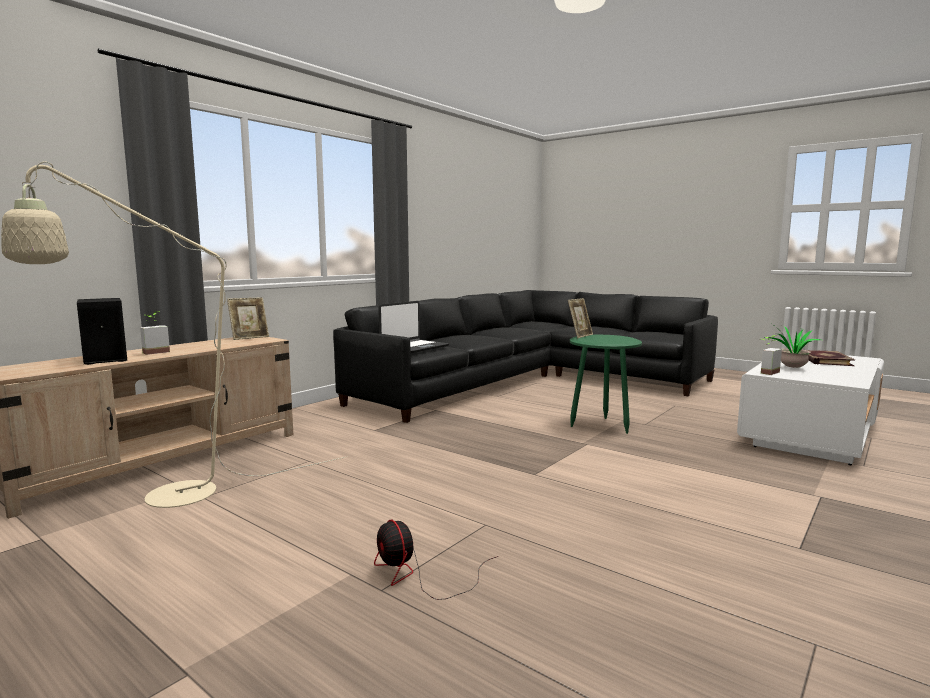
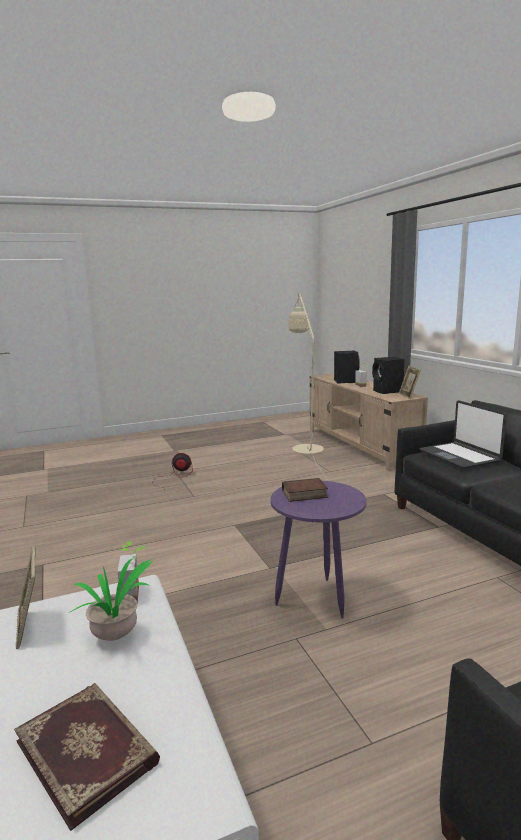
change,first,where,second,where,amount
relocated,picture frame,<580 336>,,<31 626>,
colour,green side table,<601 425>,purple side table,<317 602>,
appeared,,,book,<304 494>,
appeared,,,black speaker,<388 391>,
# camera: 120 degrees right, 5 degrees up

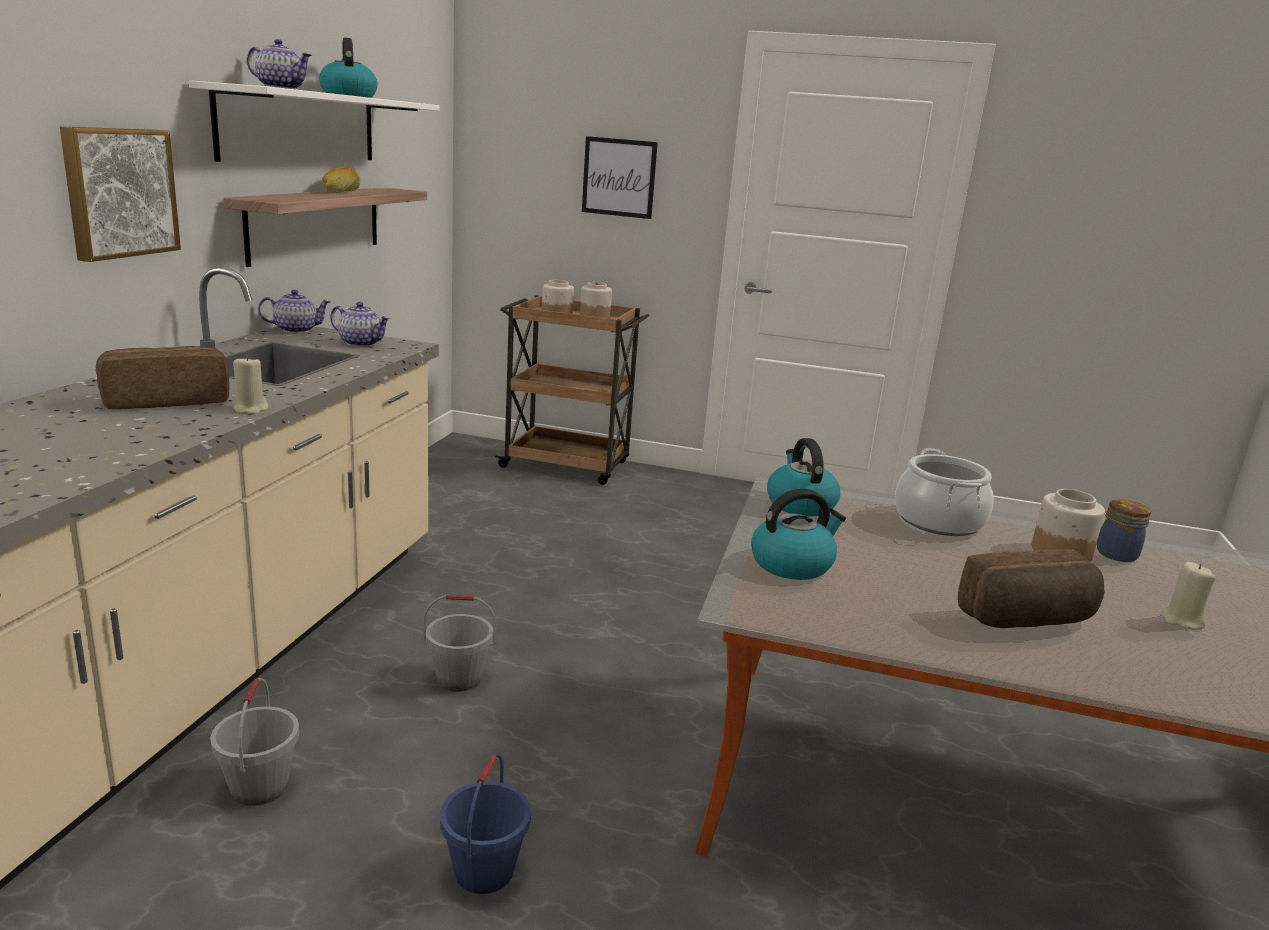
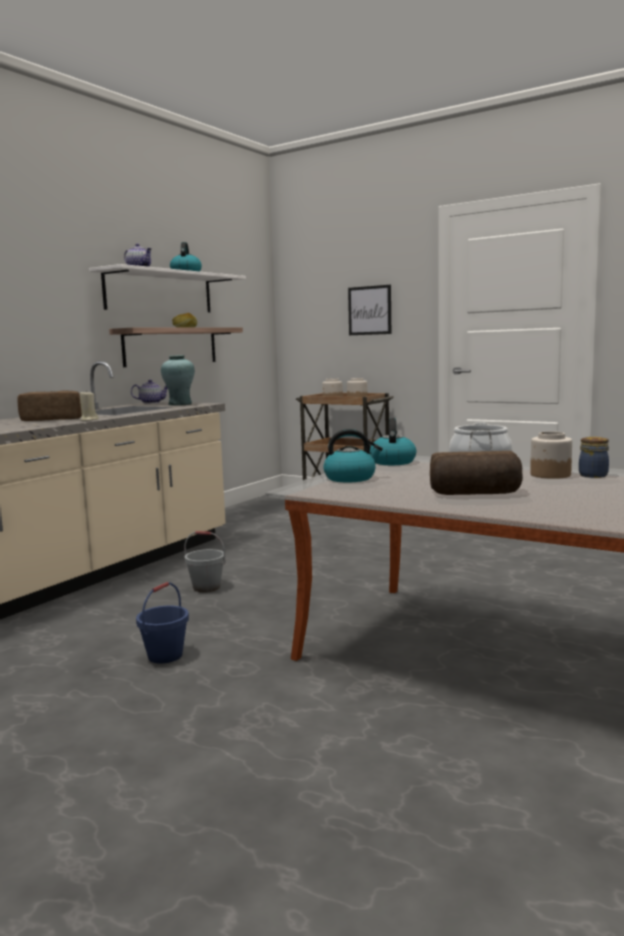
change,first,where,second,where,amount
exchanged,teapot,<361 343>,turquoise vase,<180 404>,
missing,picture,<119 192>,,,
missing,grey bucket,<259 787>,,,
missing,beige candle,<1181 621>,,,
# camera: 20 degrees right, 10 degrees down

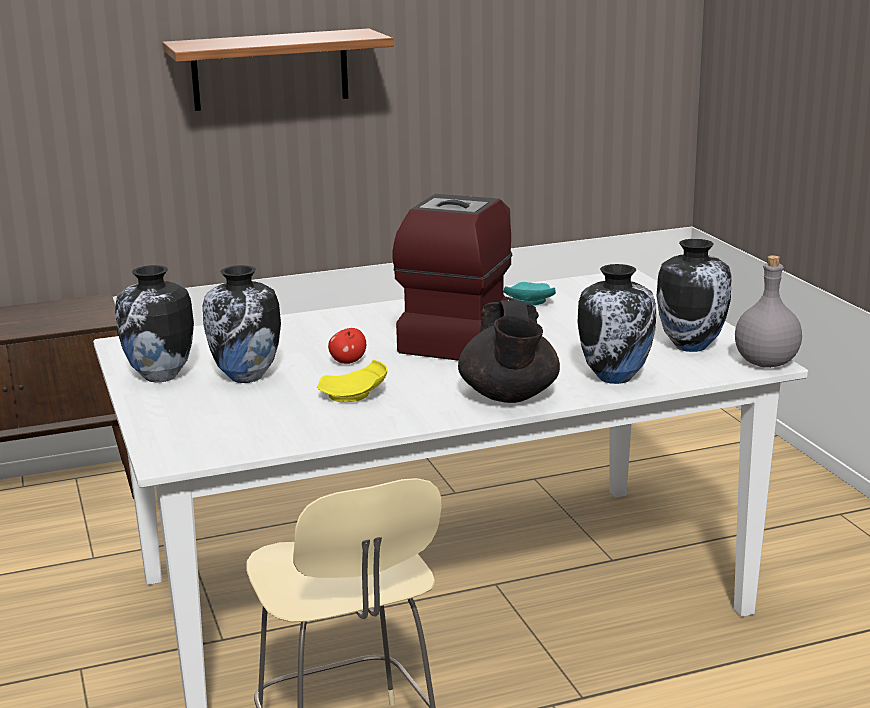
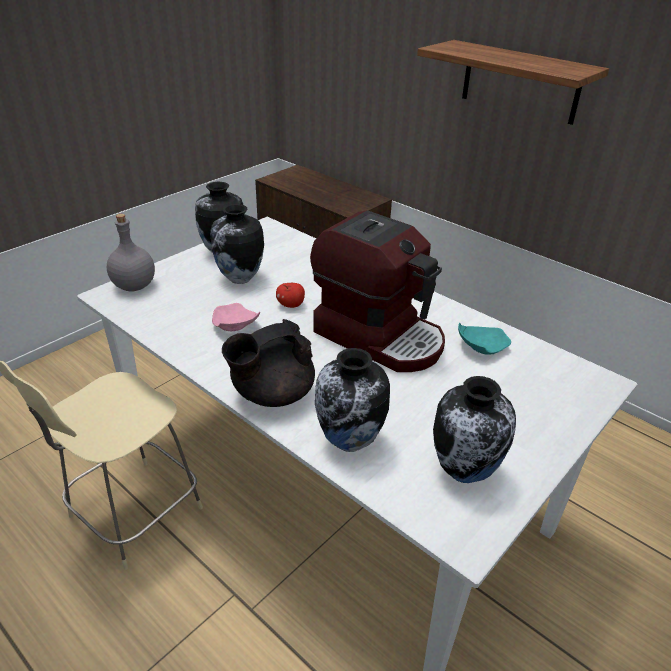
change,first,where,second,where,amount
relocated,grey bottle,<764 363>,,<134 286>,
colour,yellow plate,<354 395>,pink plate,<234 326>,
spun,coffee machine,<462 335>,,<380 336>,45 degrees clockwise
# camera: 60 degrees right, 15 degrees up

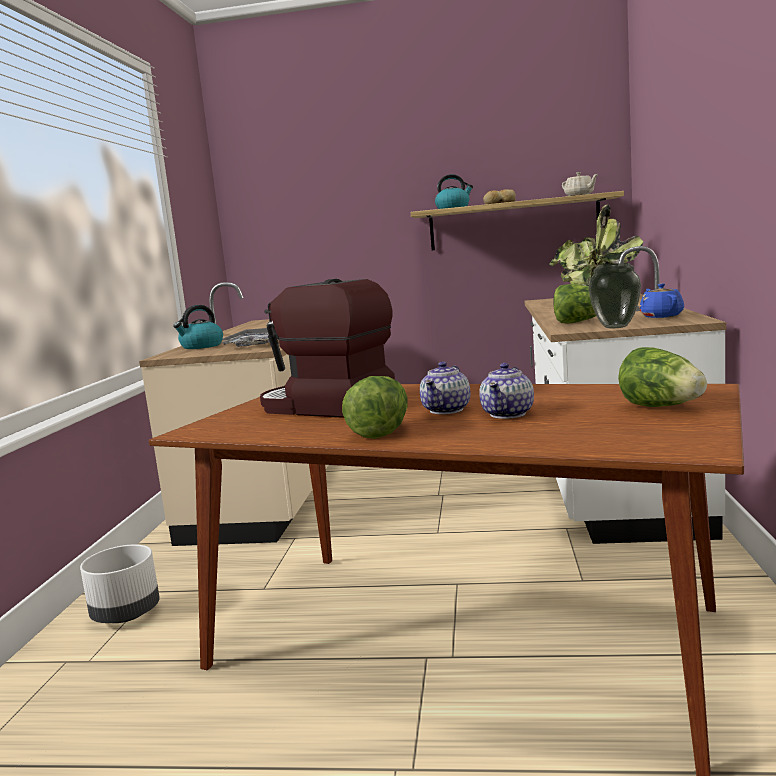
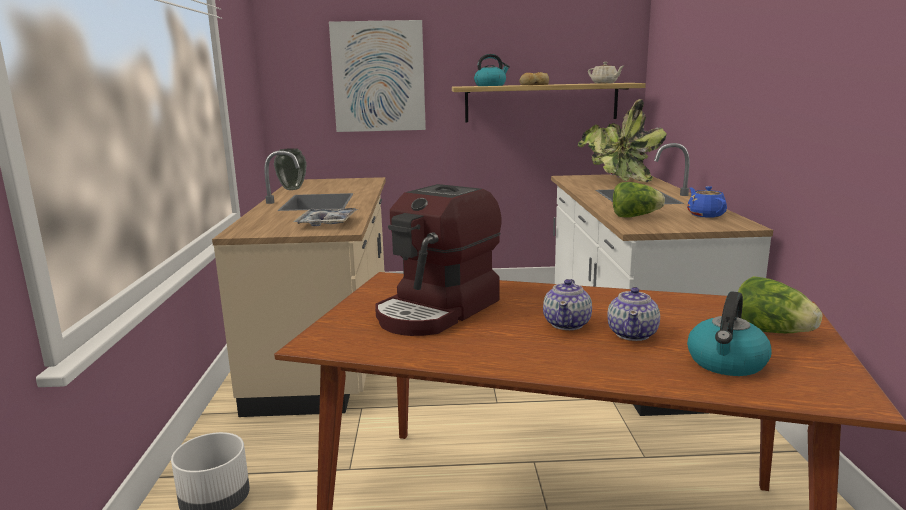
change,first,where,second,where,amount
relocated,vase,<615 327>,,<292 189>,
appeared,,,picture,<378 77>,
spun,coffee machine,<325 406>,,<438 311>,75 degrees counterclockwise
relocated,kettle,<201 346>,,<726 363>,
missing,lettuce,<381 432>,,,
# camera: 10 degrees left, 5 degrees up

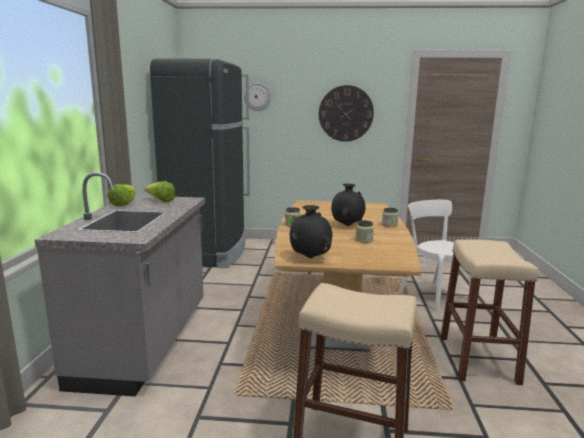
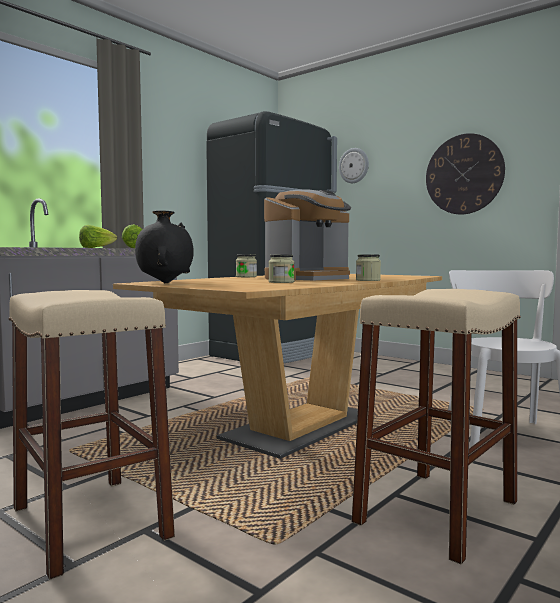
change,first,where,second,where,amount
exchanged,black vase,<347 225>,coffee machine,<308 278>,
# camera: 35 degrees right, 10 degrees down

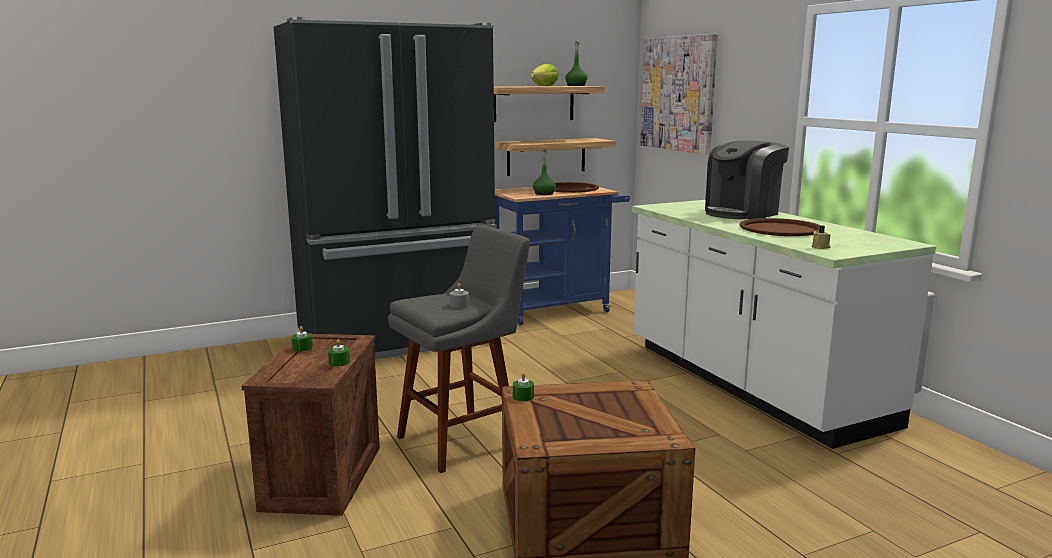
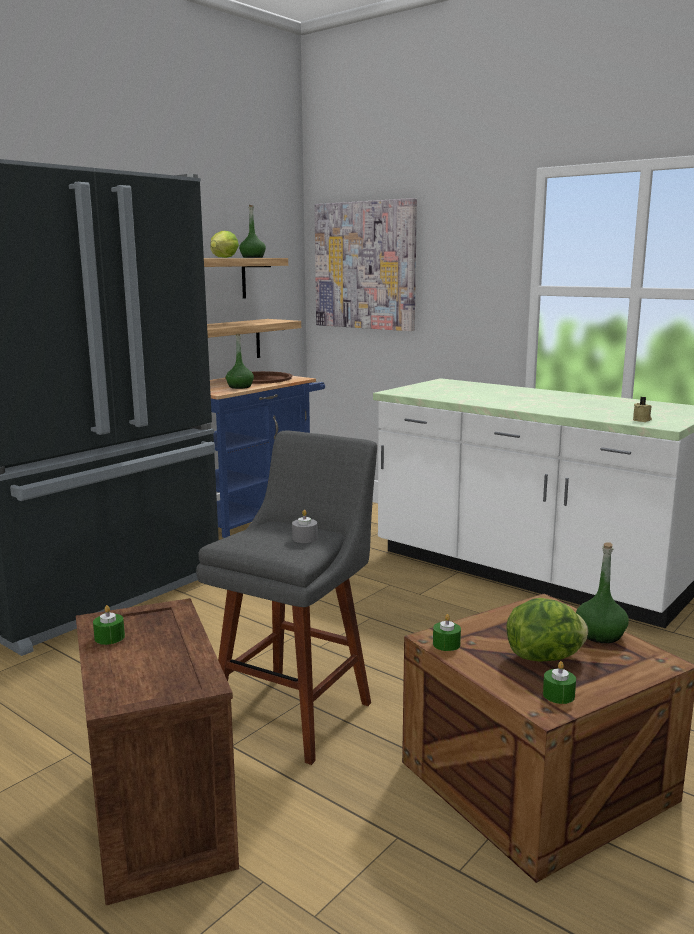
change,first,where,second,where,amount
appeared,,,lettuce,<545 658>,
relocated,green candle,<339 362>,,<558 695>,
appeared,,,green bottle,<600 635>,
missing,coffee machine,<742 213>,,,
missing,brown tray,<780 229>,,,
# camera: 25 degrees left, 0 degrees up

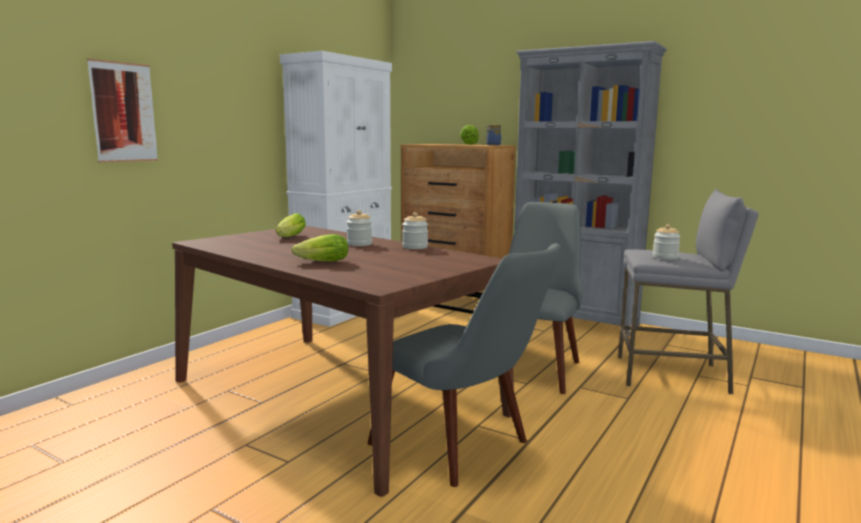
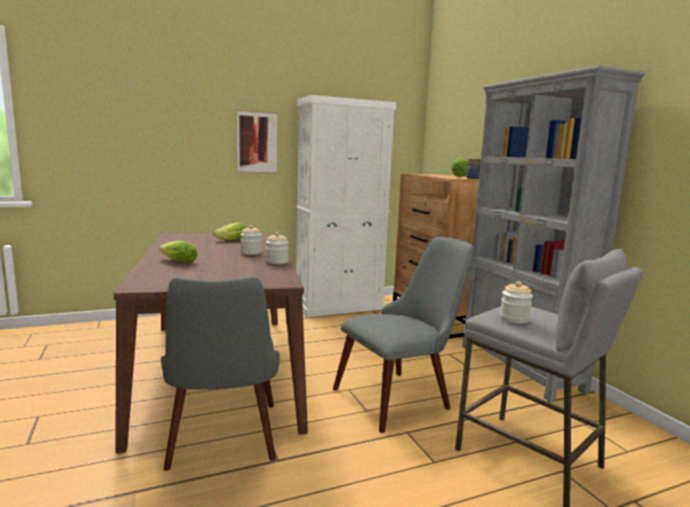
change,first,where,second,where,amount
relocated,picture,<123 112>,,<257 142>,
# camera: 35 degrees right, 0 degrees up

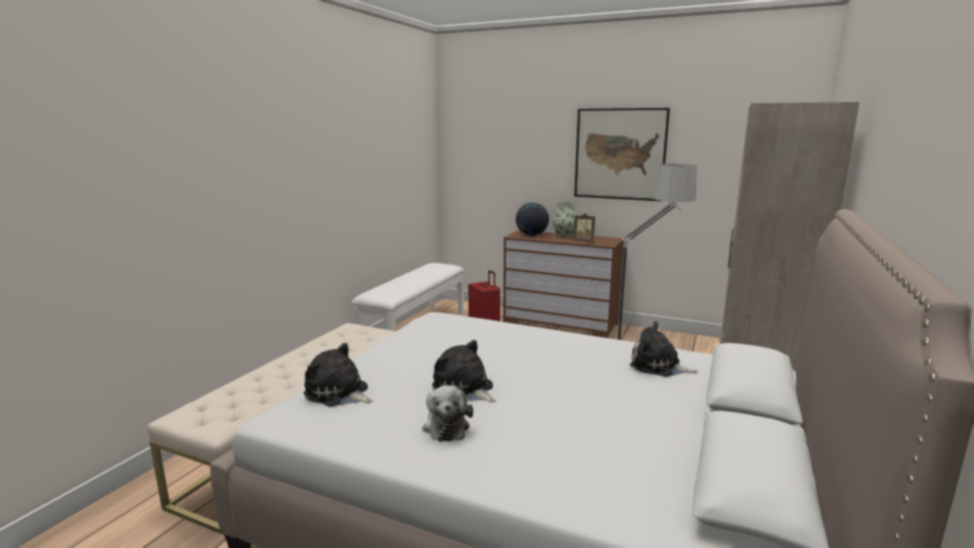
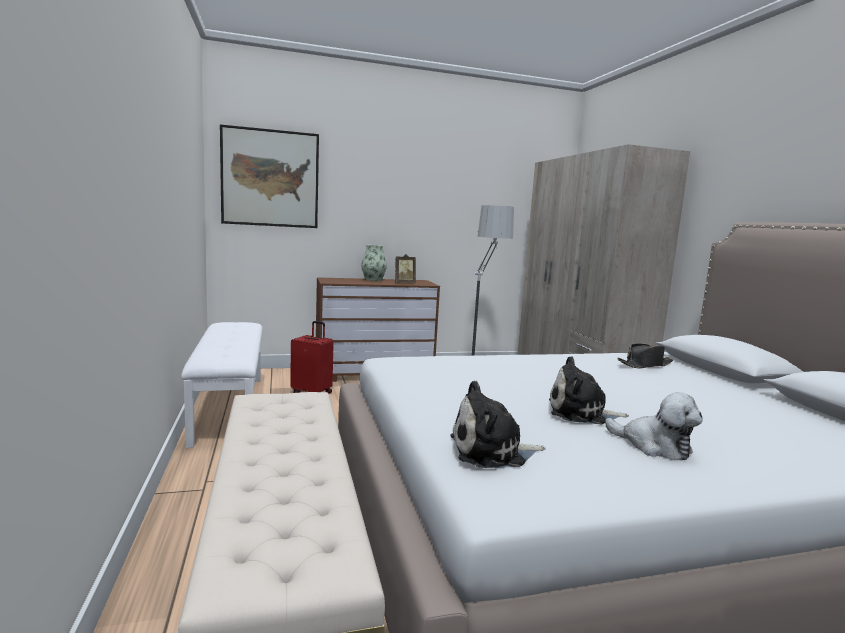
change,first,where,second,where,amount
relocated,picture,<620 154>,,<270 178>,
exchanged,plush toy,<658 366>,black hat,<645 365>,
missing,globe,<531 235>,,,
# camera: 40 degrees left, 5 degrees down

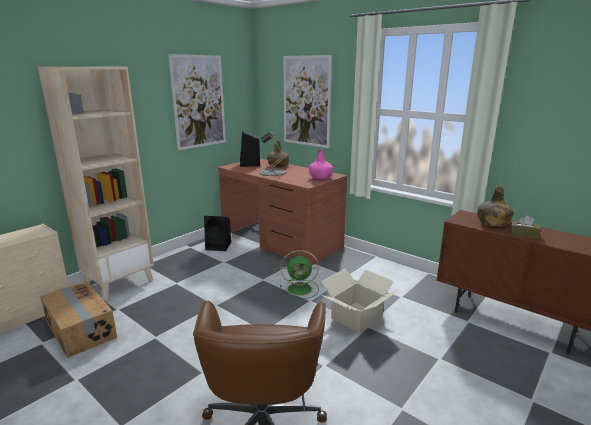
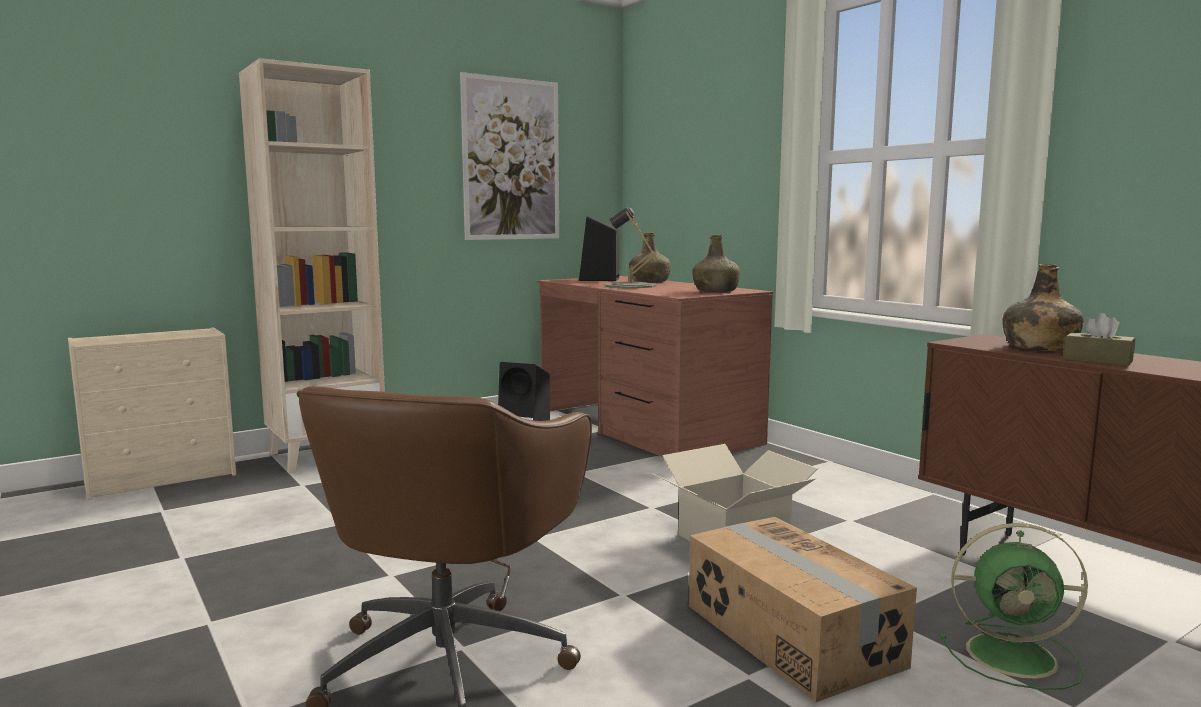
change,first,where,second,where,amount
relocated,cardboard box,<80 330>,,<790 636>,
colour,pink bottle,<320 177>,green bottle,<716 291>,
relocated,green fan,<300 289>,,<1015 656>,
missing,picture,<306 101>,,,
# camera: 15 degrees right, 10 degrees down

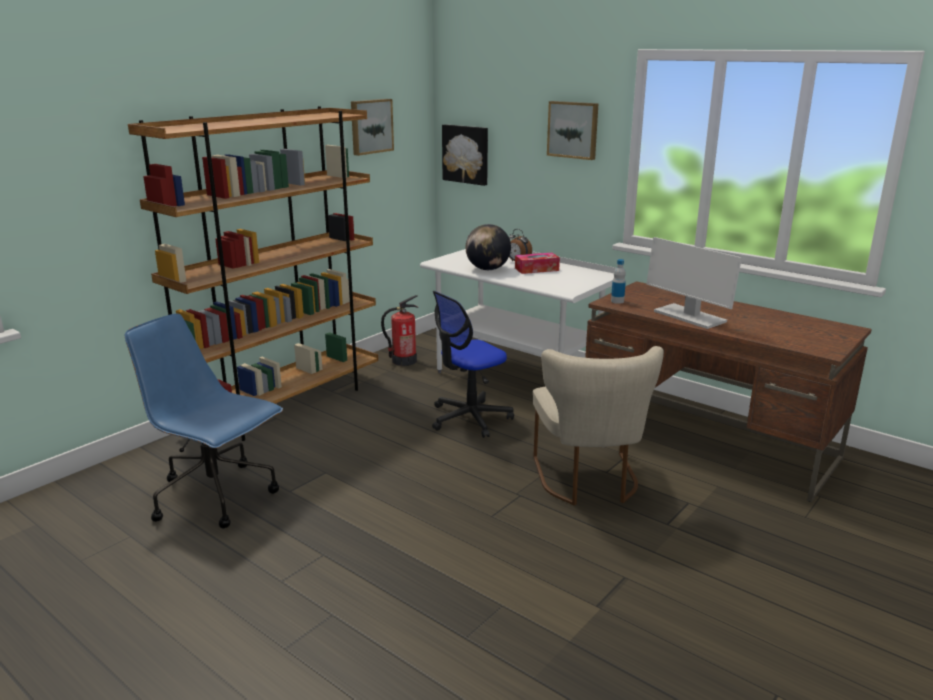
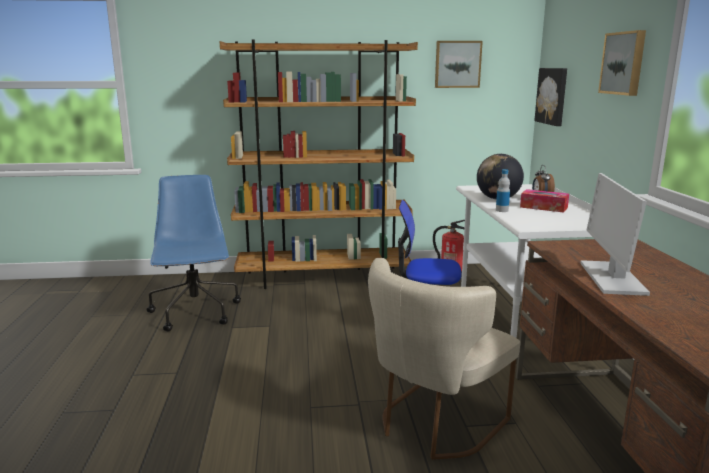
change,first,where,second,where,amount
relocated,bottle,<617 301>,,<502 210>,
# camera: 45 degrees right, 5 degrees down

